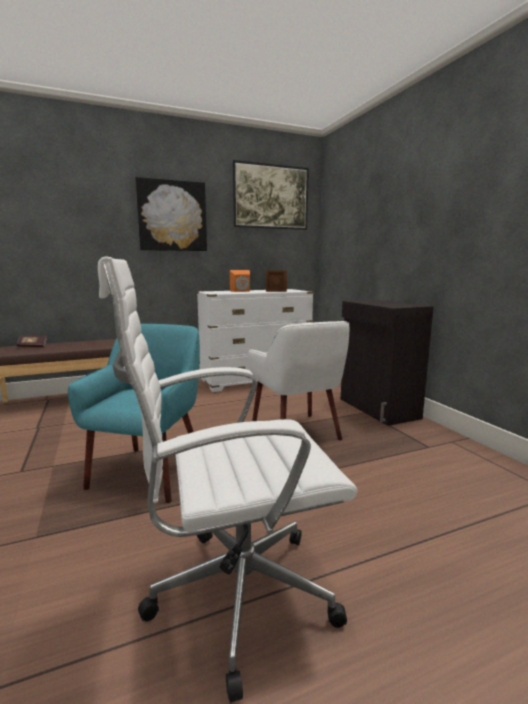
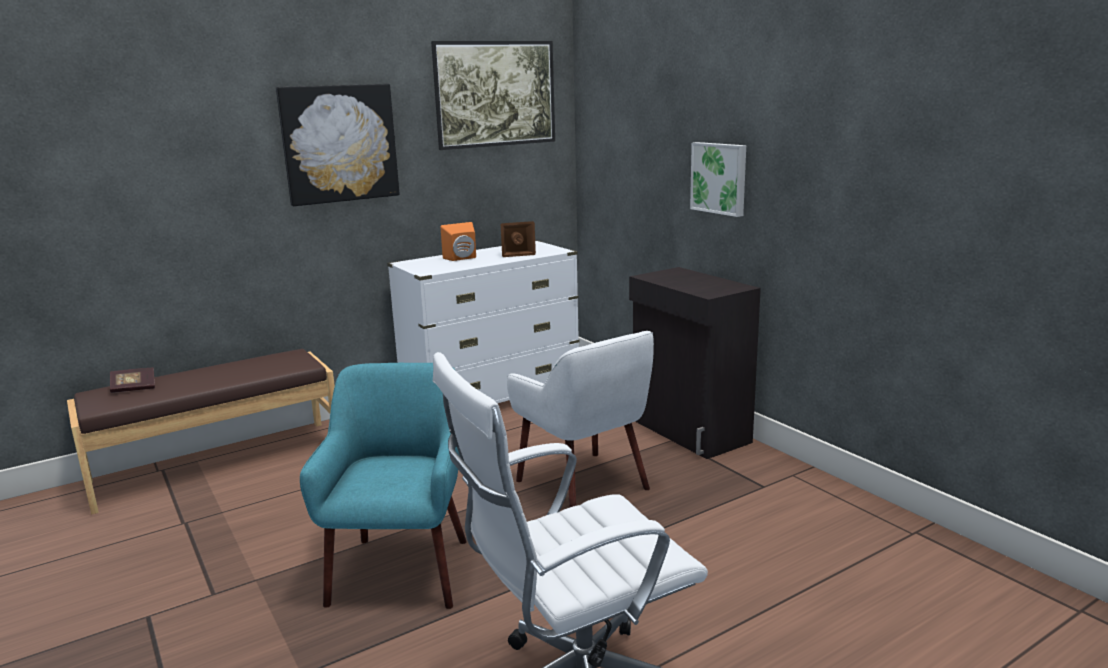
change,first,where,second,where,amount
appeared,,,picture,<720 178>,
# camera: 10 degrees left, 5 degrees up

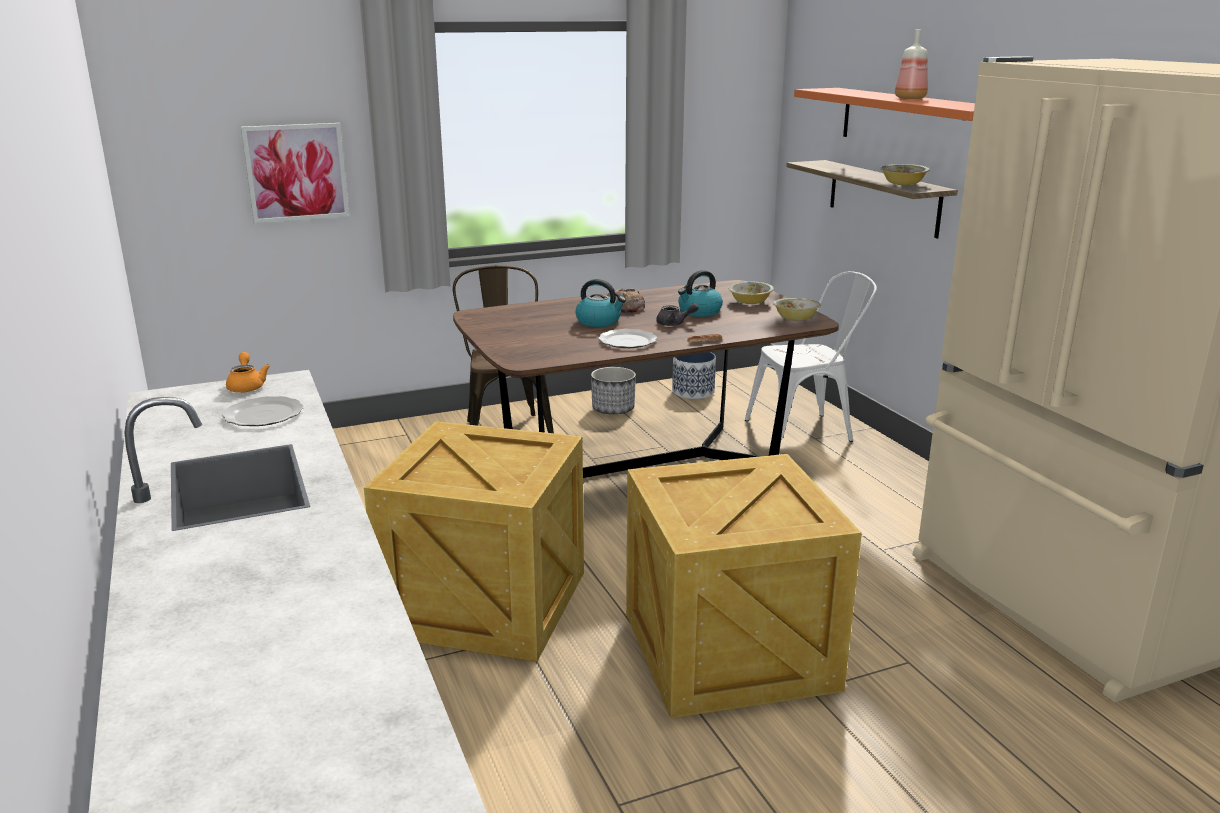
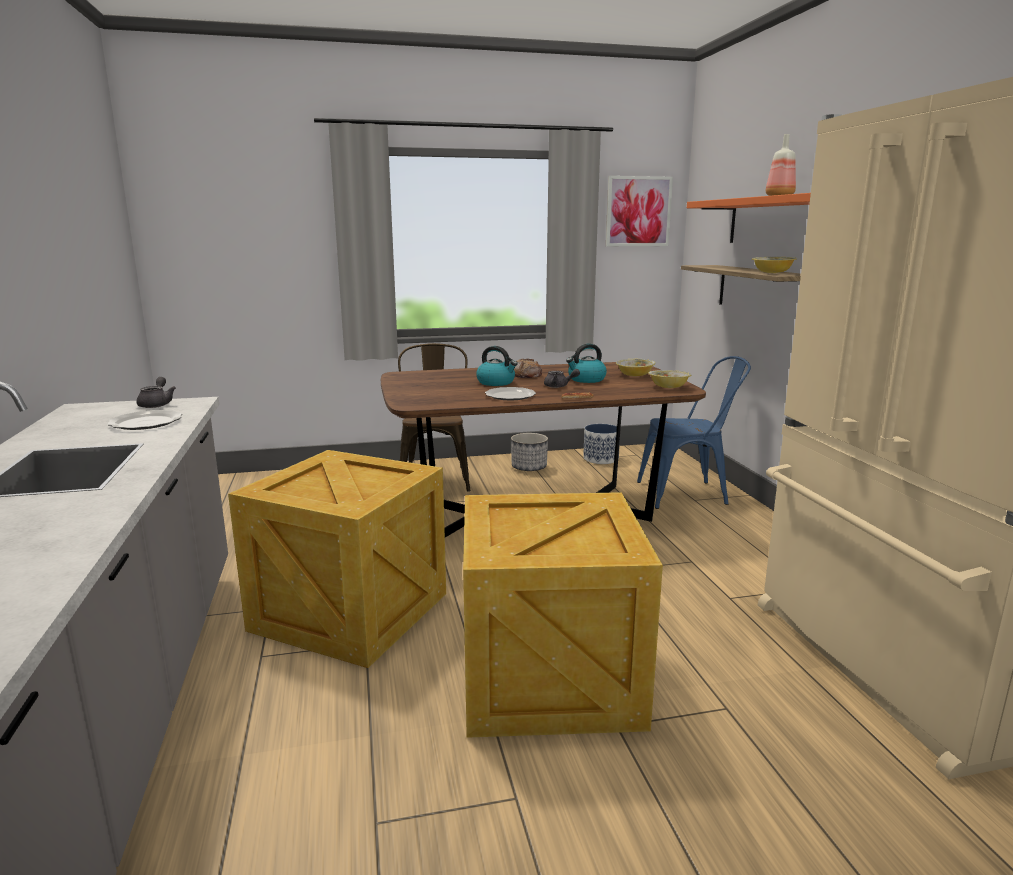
change,first,where,second,where,amount
colour,orange teapot,<247 386>,grey teapot,<157 404>,
relocated,picture,<296 172>,,<638 211>,
colour,white chair,<807 430>,blue chair,<689 493>,
# camera: 10 degrees right, 5 degrees down

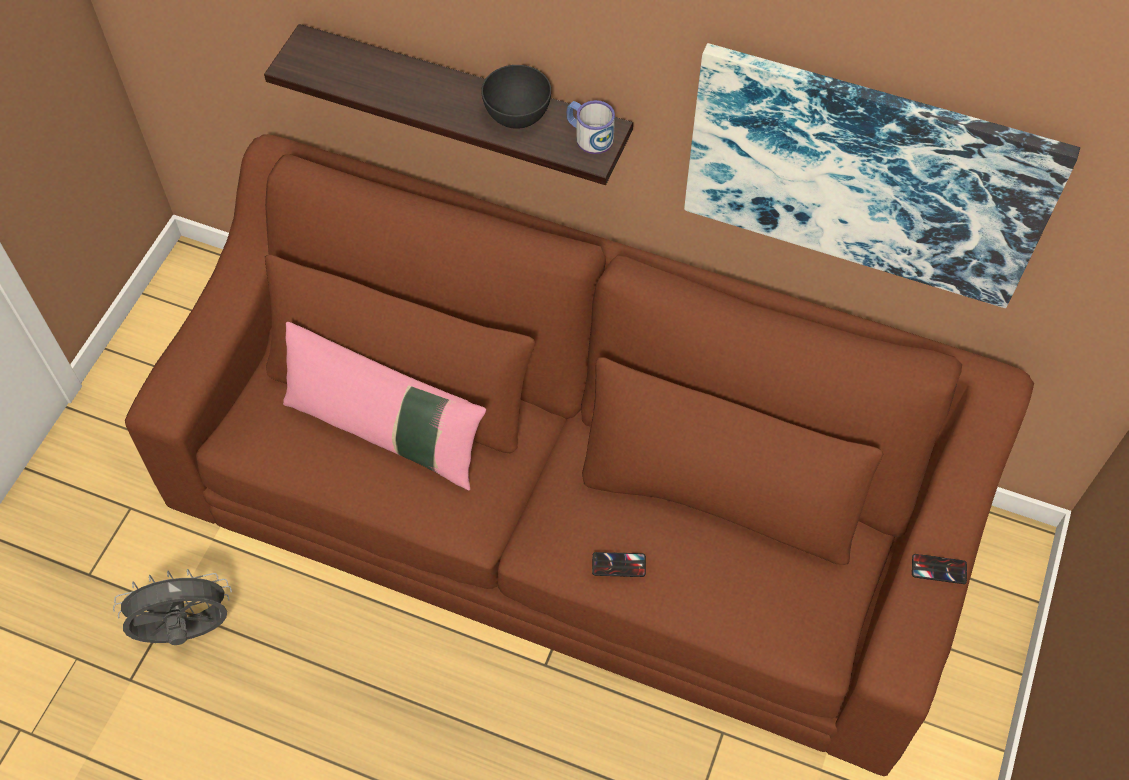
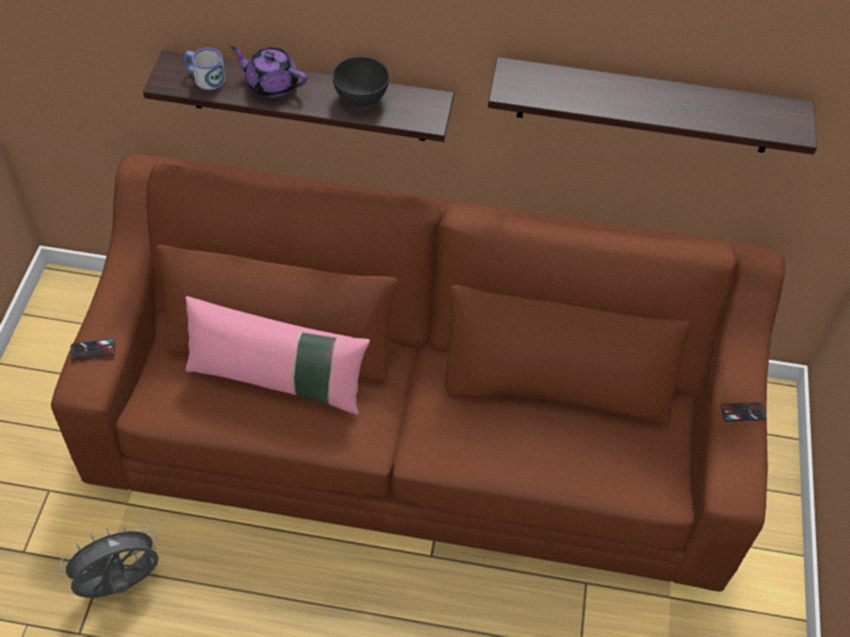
change,first,where,second,where,amount
relocated,phone,<618 565>,,<92 350>,
relocated,mug,<589 136>,,<205 78>,
appeared,,,purple teapot,<271 84>,
exchanged,picture,<865 175>,shelf,<646 106>,
# camera: 15 degrees left, 5 degrees down

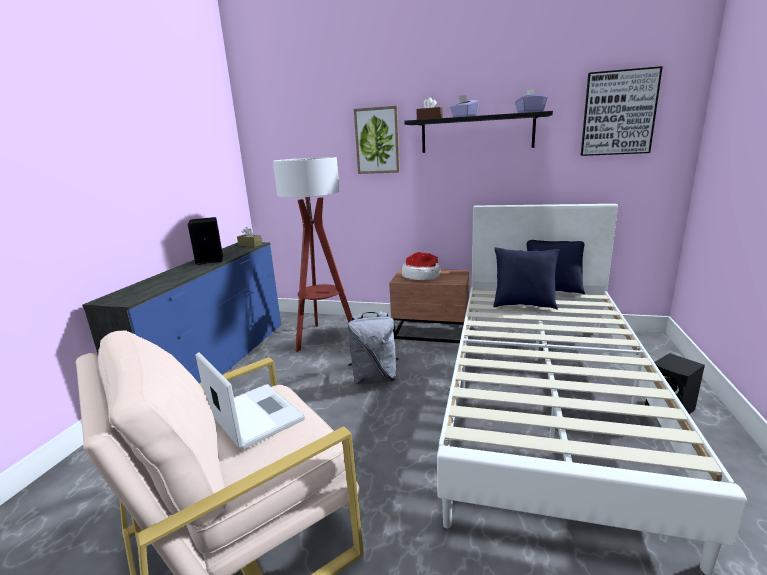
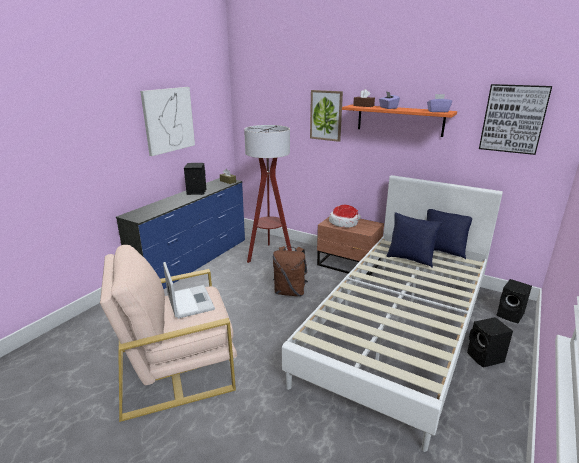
change,first,where,second,where,amount
appeared,,,picture,<168 120>,
colour,grey backpack,<374 378>,brown backpack,<290 292>,
colour,black shelf,<477 133>,orange shelf,<399 120>,
appeared,,,black speaker,<511 315>,
# camera: 15 degrees right, 5 degrees up

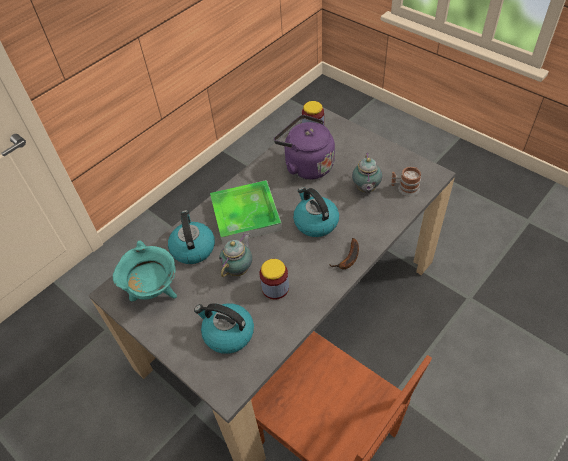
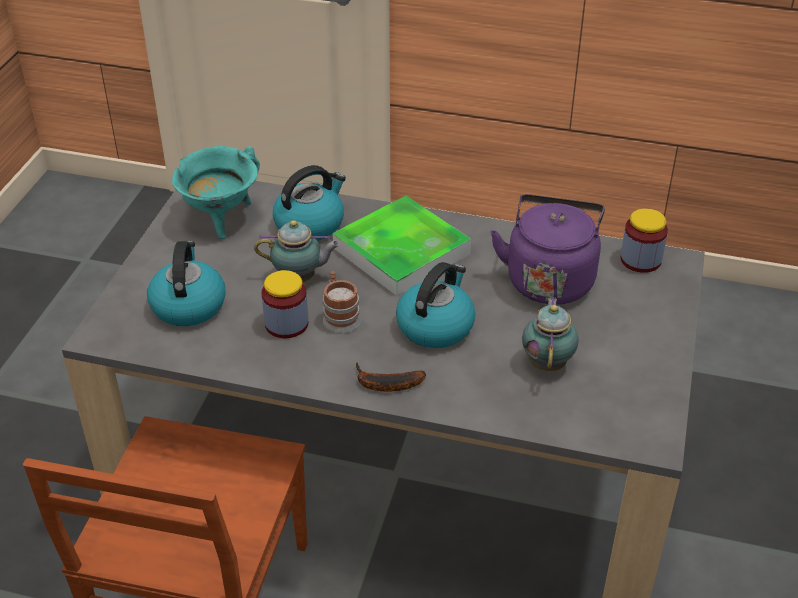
change,first,where,second,where,amount
relocated,mug,<404 188>,,<340 316>,
spun,teapot,<365 189>,,<547 362>,120 degrees clockwise
# camera: 60 degrees right, 10 degrees down

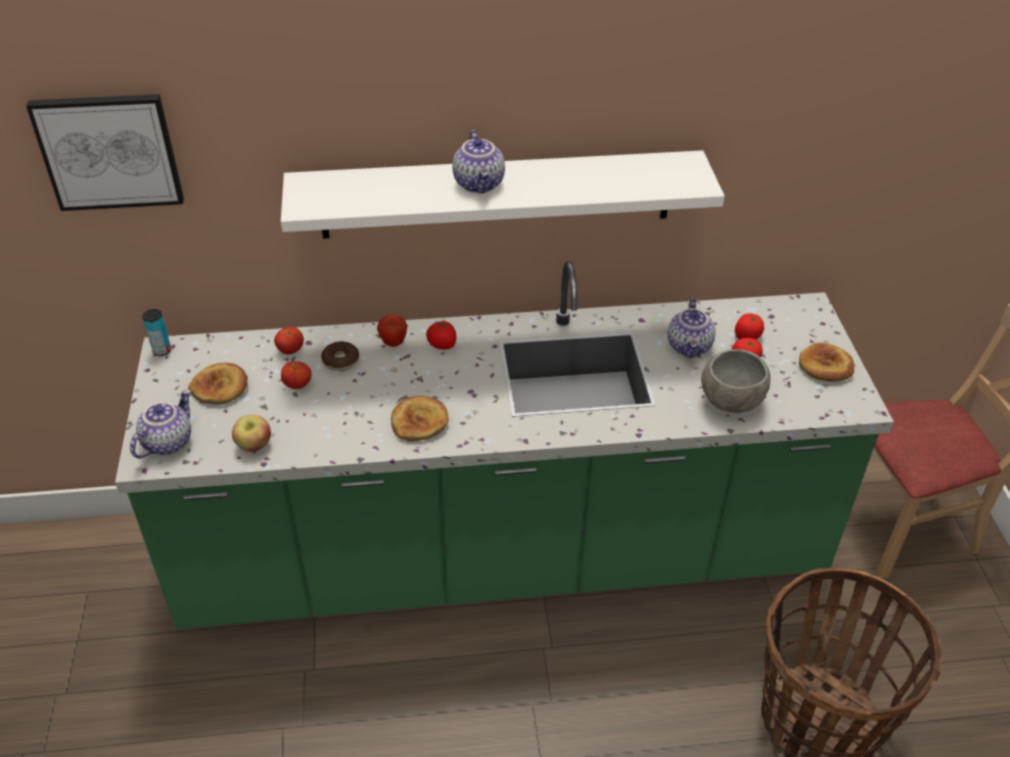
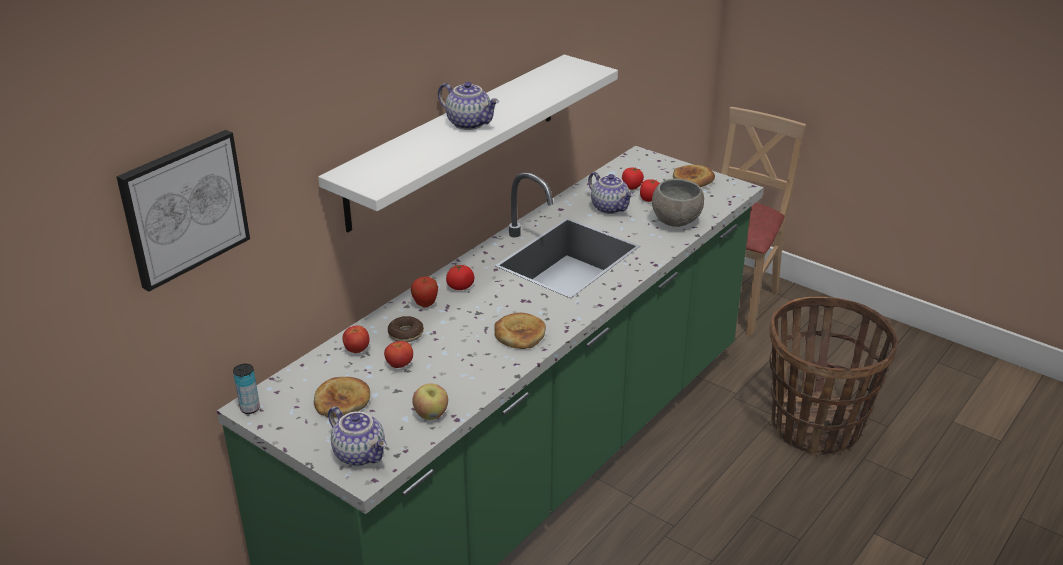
change,first,where,second,where,amount
spun,teapot,<167 442>,,<361 454>,150 degrees clockwise
# camera: 45 degrees left, 10 degrees down

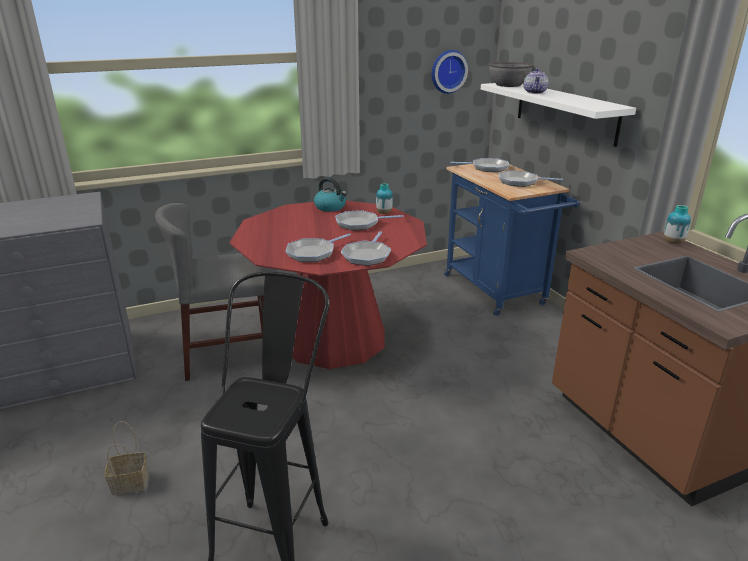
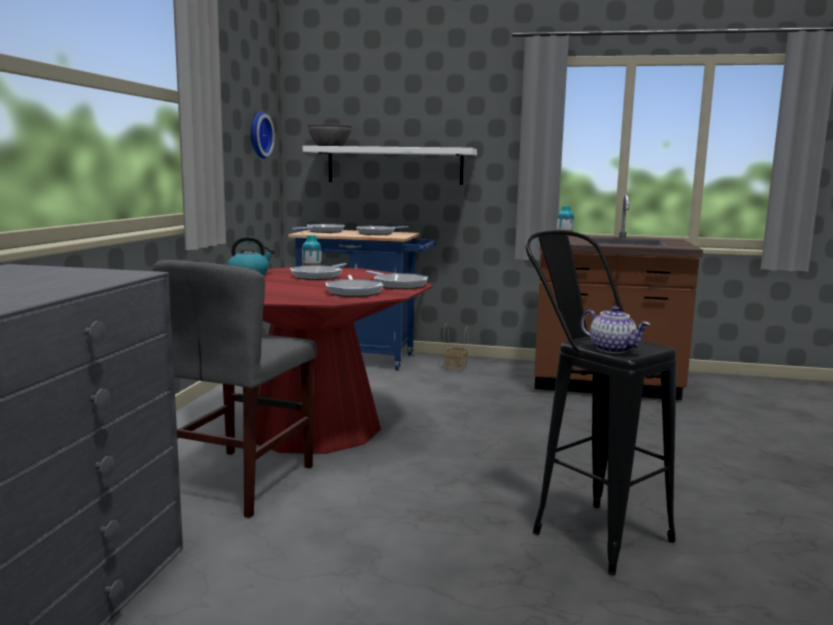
change,first,where,second,where,amount
relocated,basket,<131 482>,,<455 367>,
relocated,teapot,<535 92>,,<613 349>,
# camera: 55 degrees left, 15 degrees down

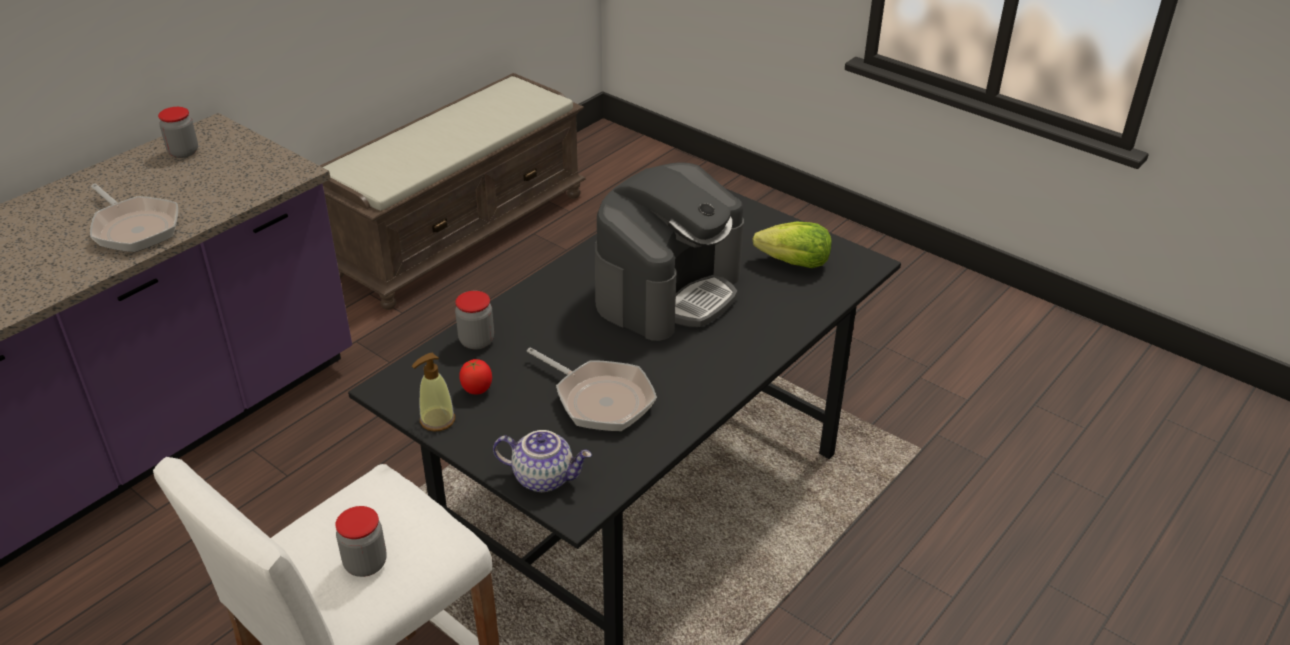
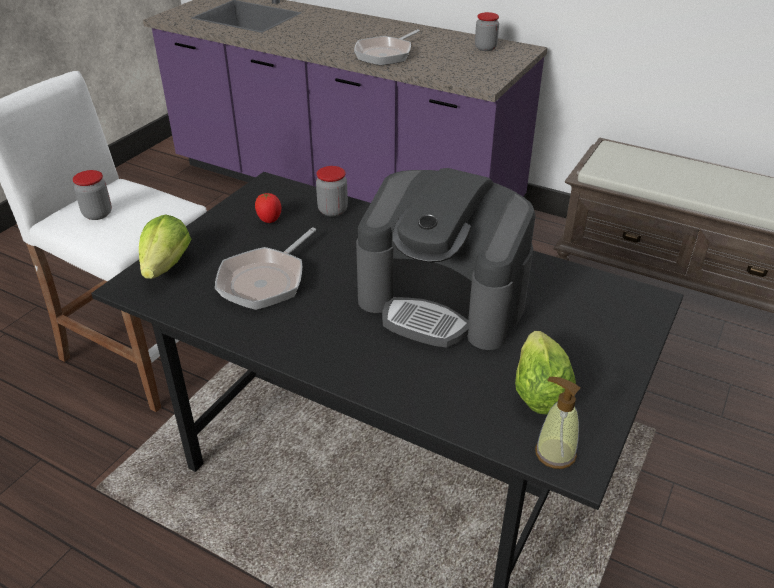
change,first,where,second,where,amount
exchanged,teapot,<544 477>,lettuce,<166 266>,
relocated,soap dispenser,<437 420>,,<555 453>,
# camera: 80 degrees right, 0 degrees up

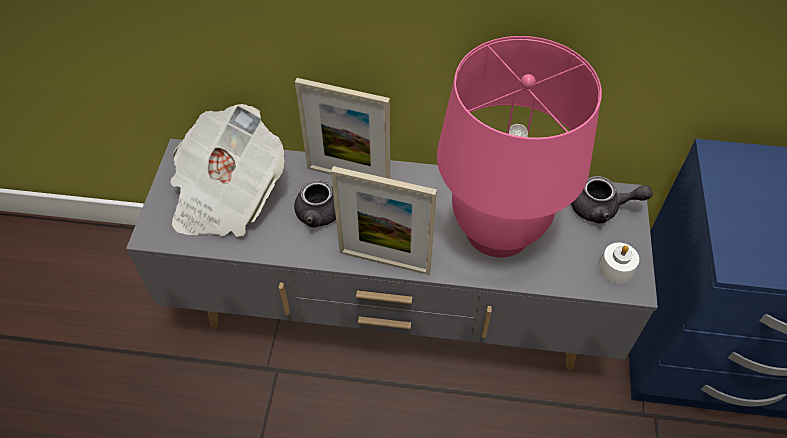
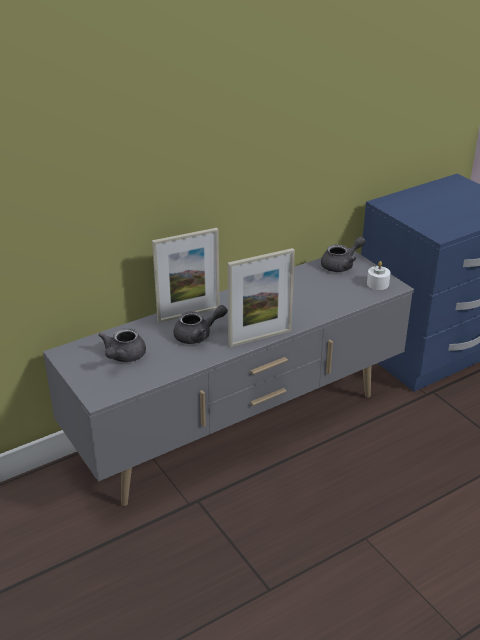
change,first,where,second,where,amount
exchanged,newspaper,<227 195>,grey teapot,<123 357>,
missing,pink table lamp,<498 230>,,,
# camera: 40 degrees left, 20 degrees down

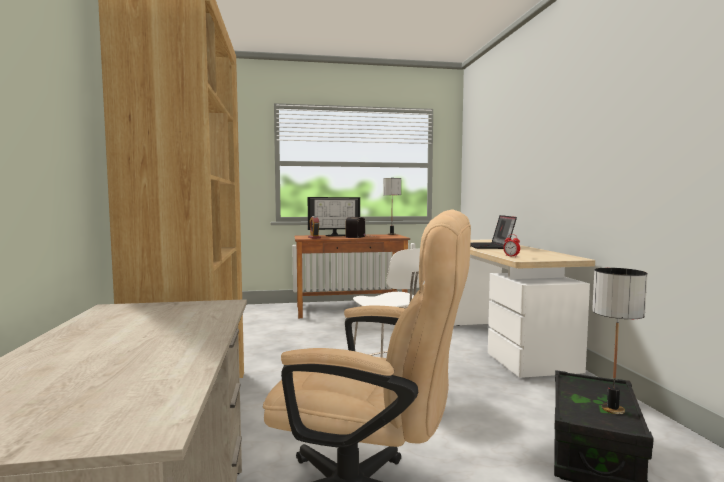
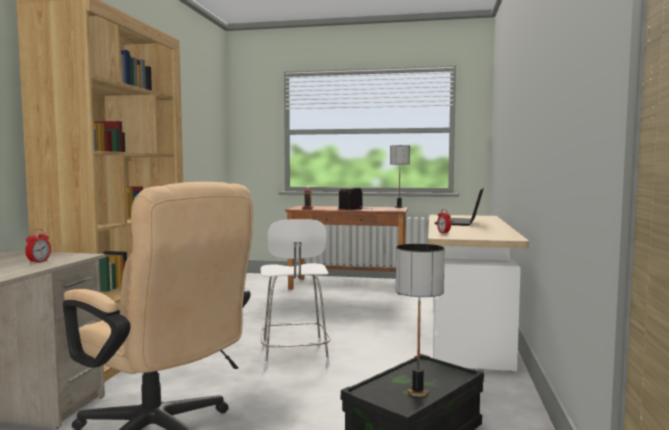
change,first,where,second,where,amount
appeared,,,alarm clock,<39 262>,
missing,monitor,<336 235>,,,
# camera: 20 degrees right, 0 degrees up

